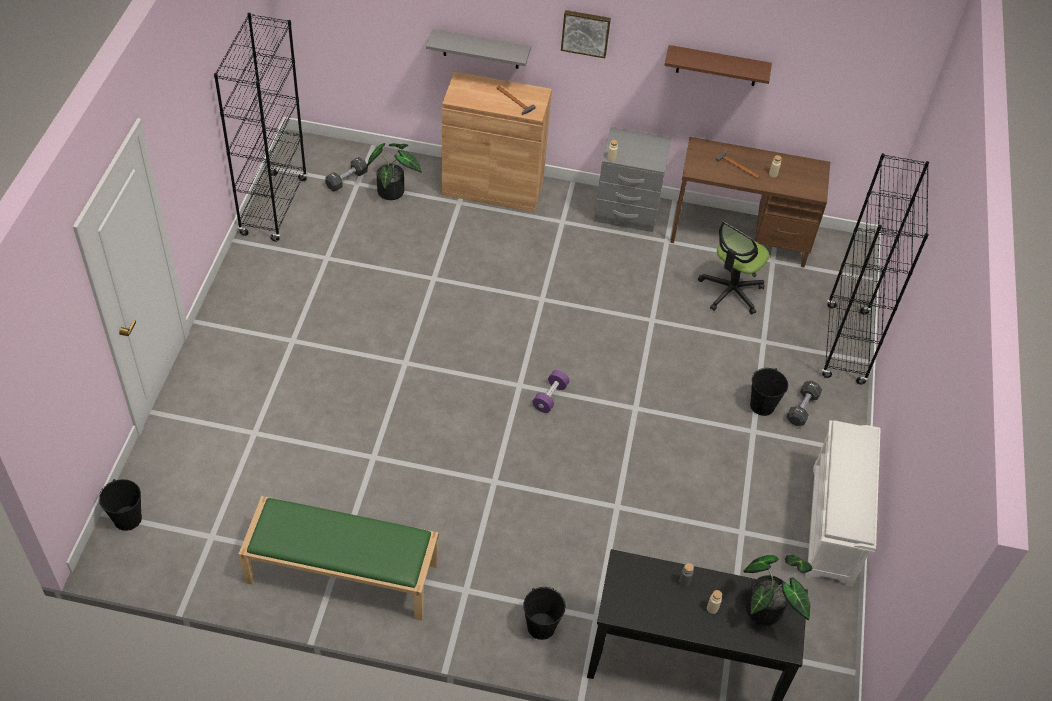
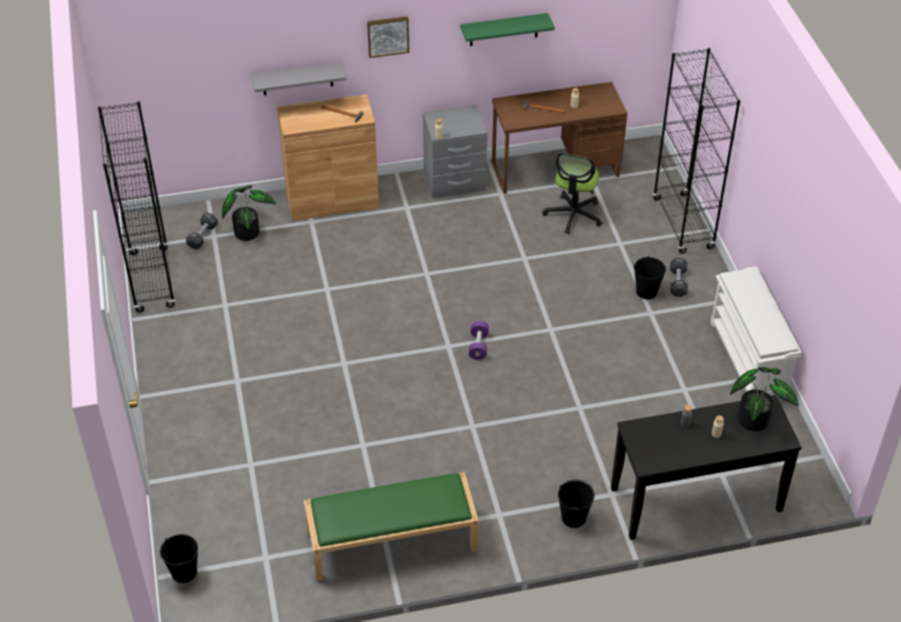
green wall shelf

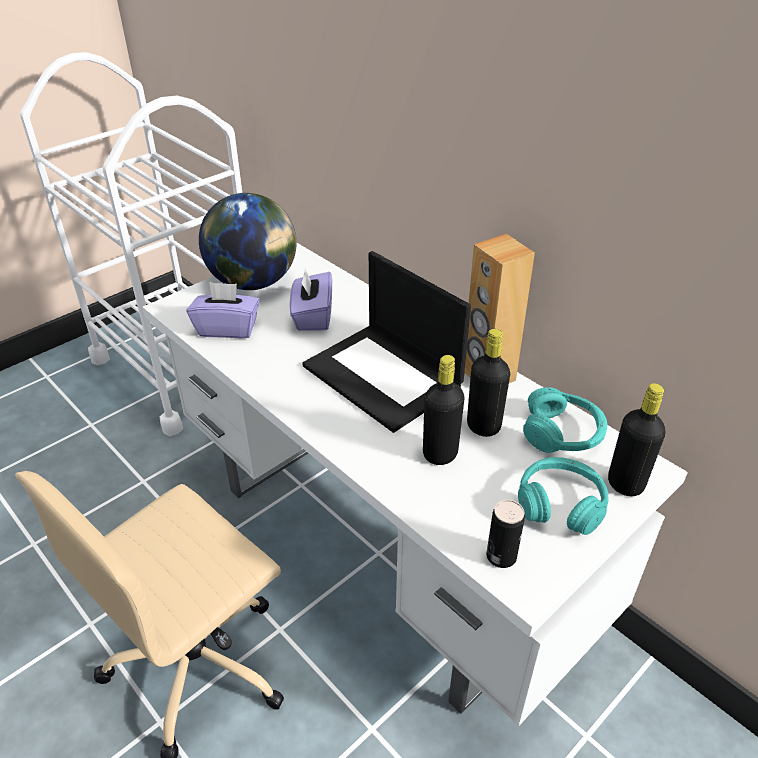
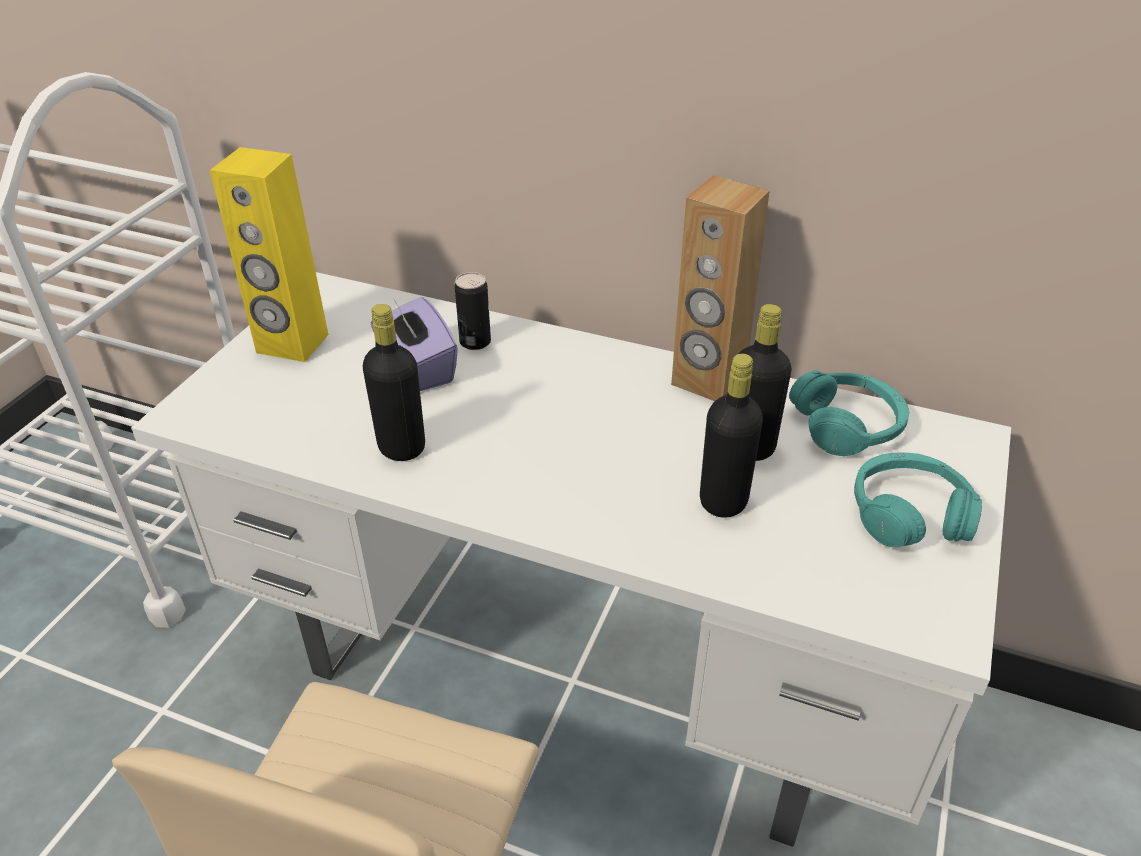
purplish tissue holder (1st from left in the first image)
yellow audio speaker
notebook computer
metal can
blackish bottle (1st from left)

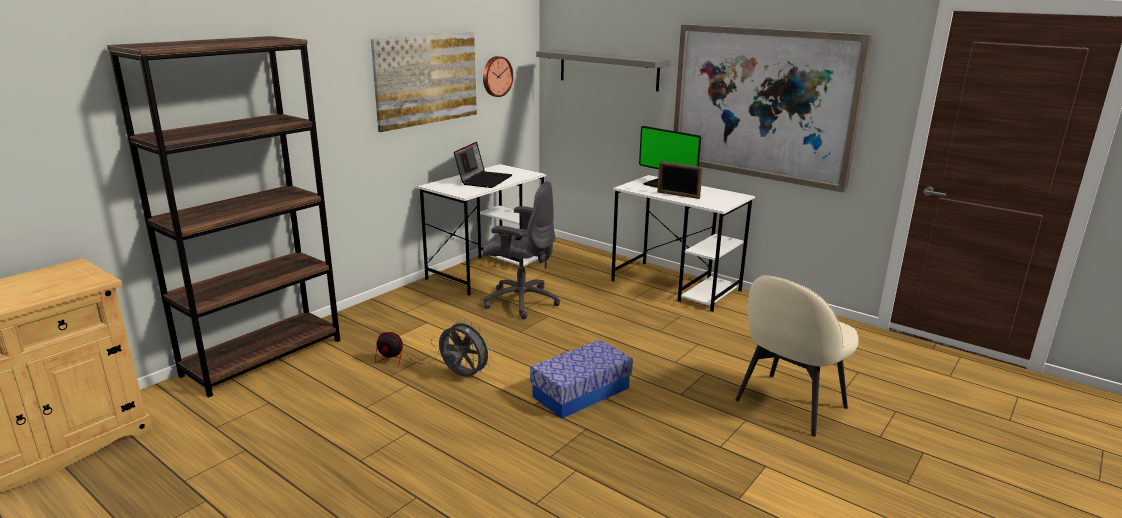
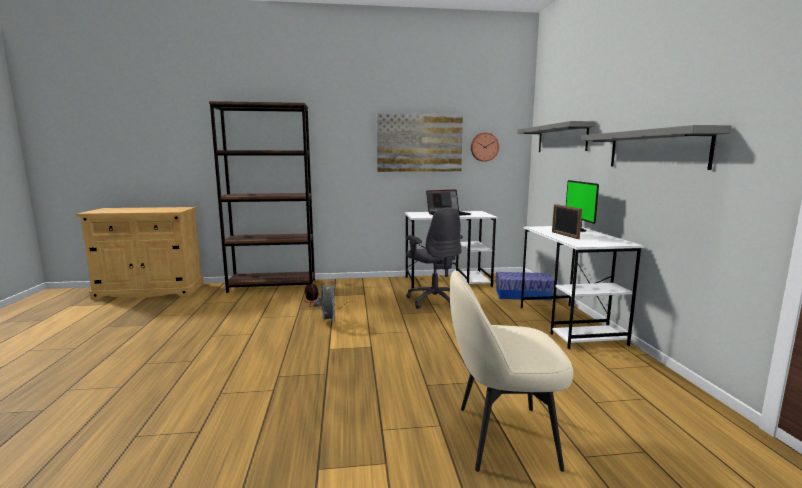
storage box
grey wall shelf (2nd from left)

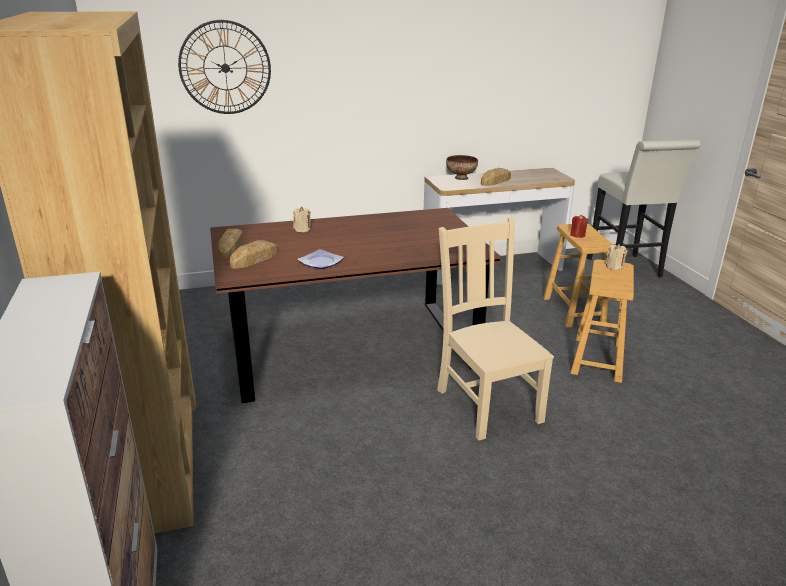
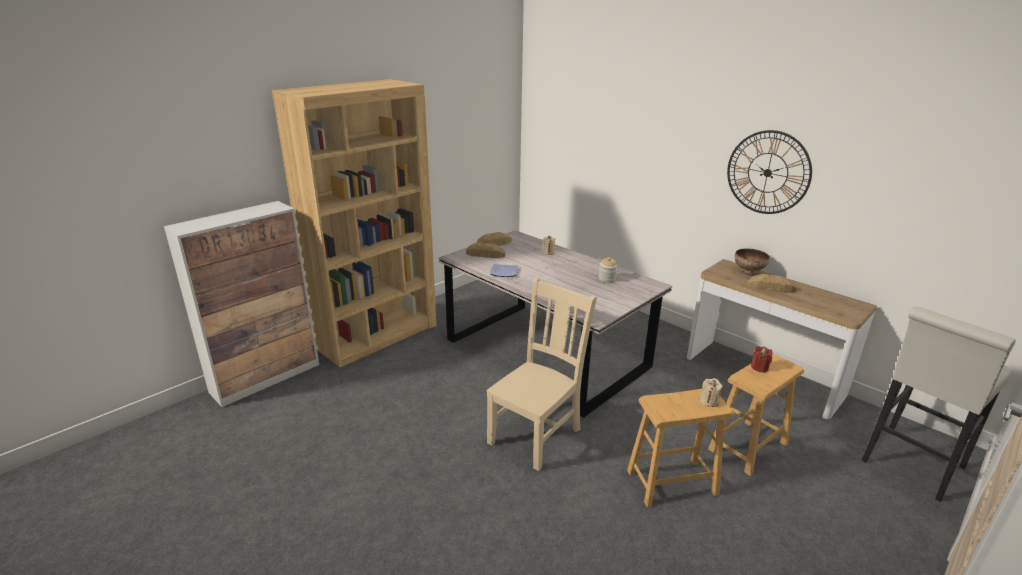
clock on the wall
grey kitchen table
preserve jar

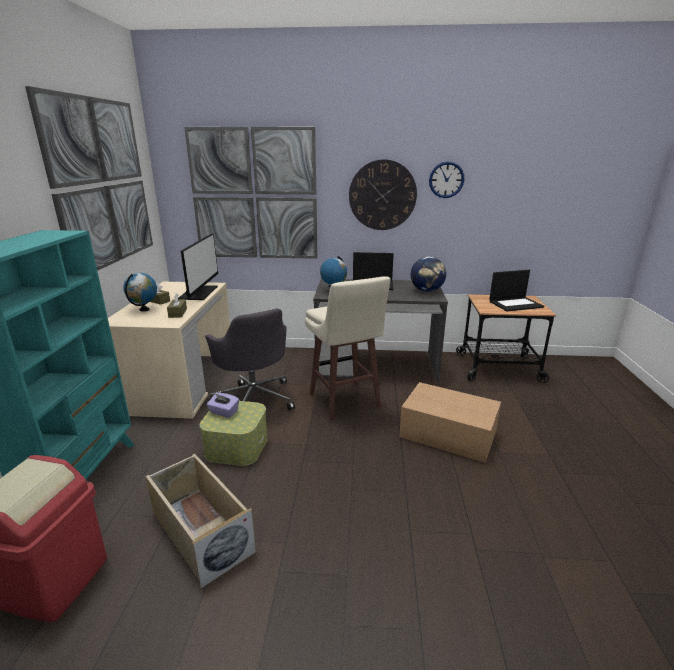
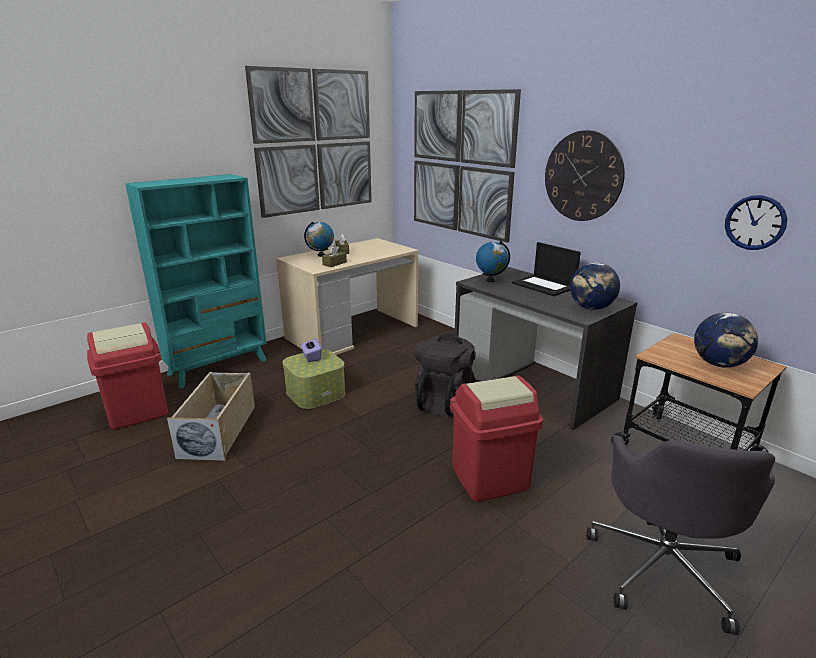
monitor
grey office chair
blackish backpack
red-coloured waste bin (2nd from left)
clock on the wall (2nd from left)
desk globe (4th from left)

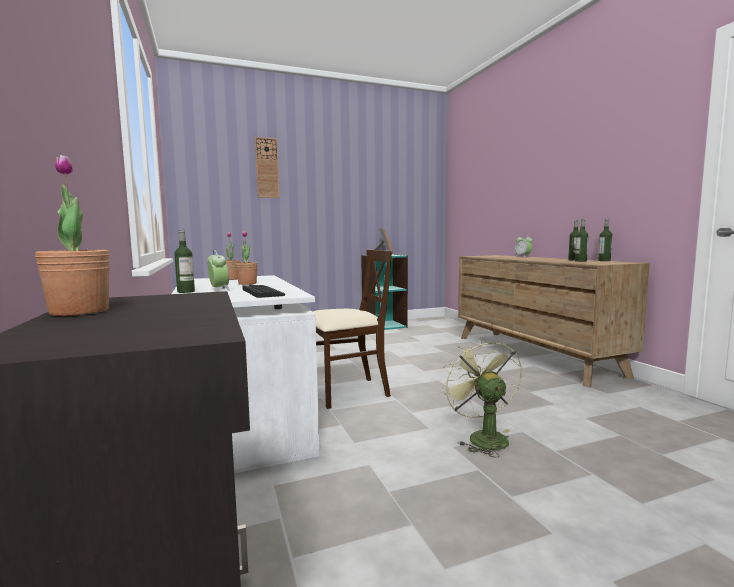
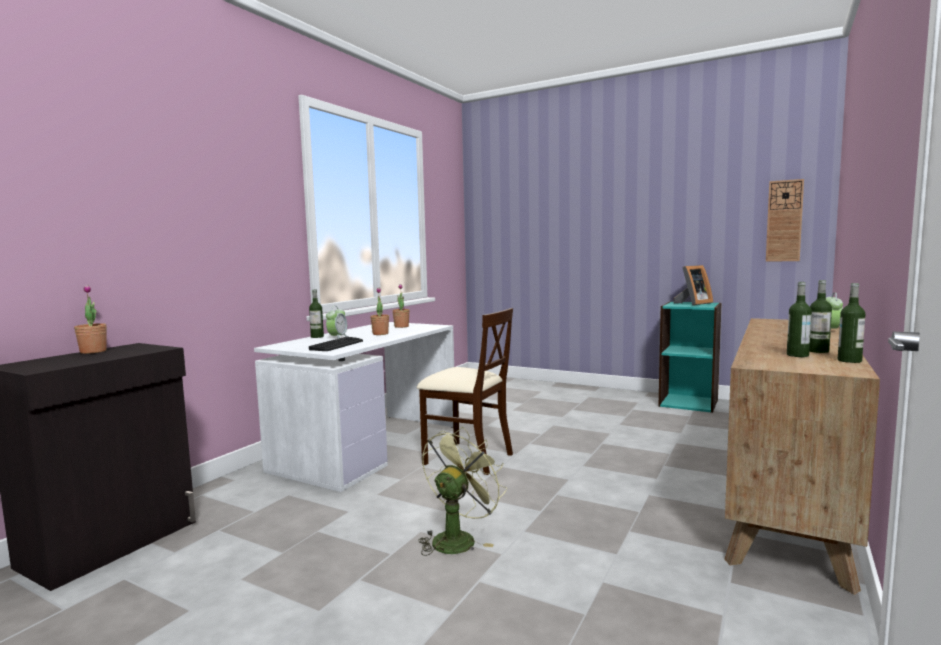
clock on the wall

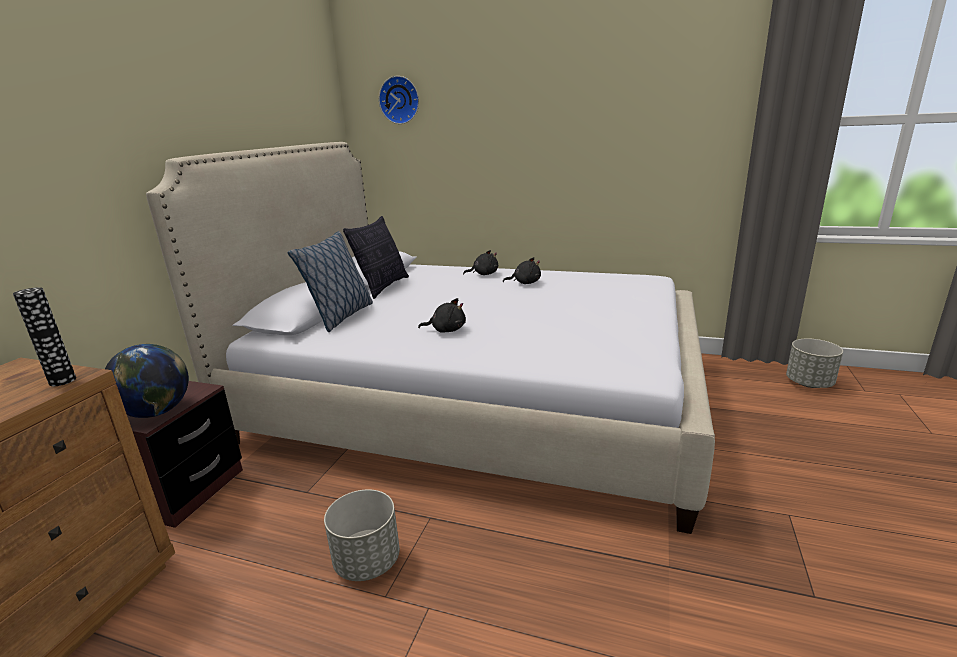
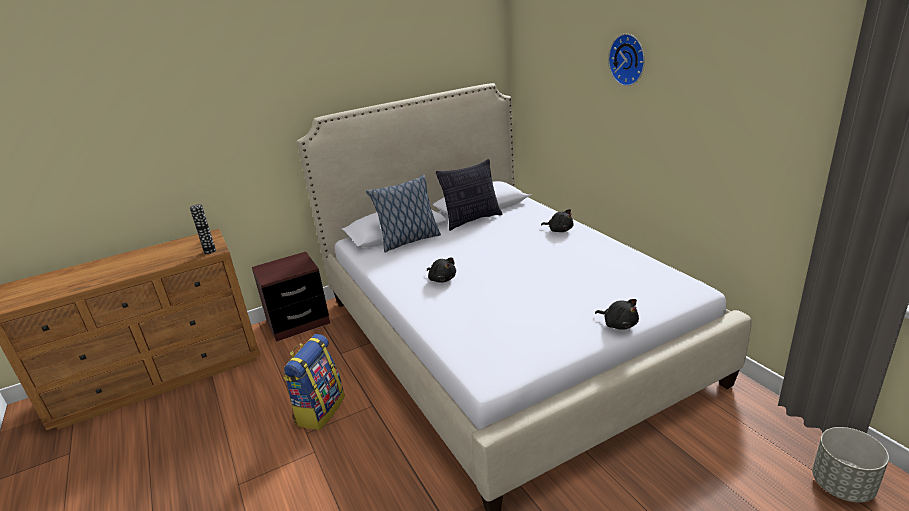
desk globe
backpack
clock on the wall
blackish cuddly toy (3rd from left)

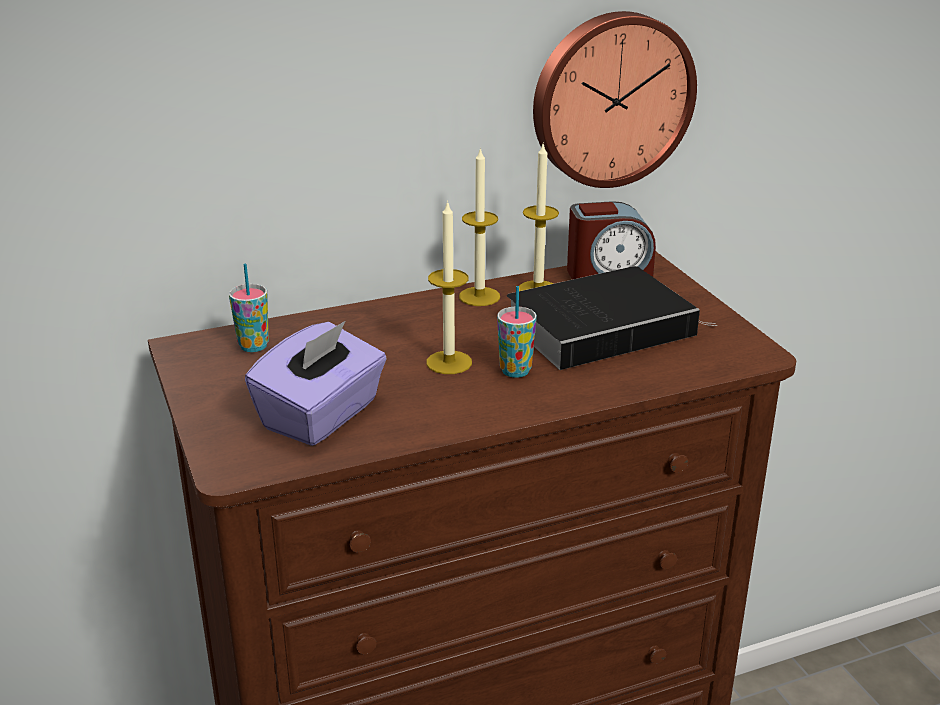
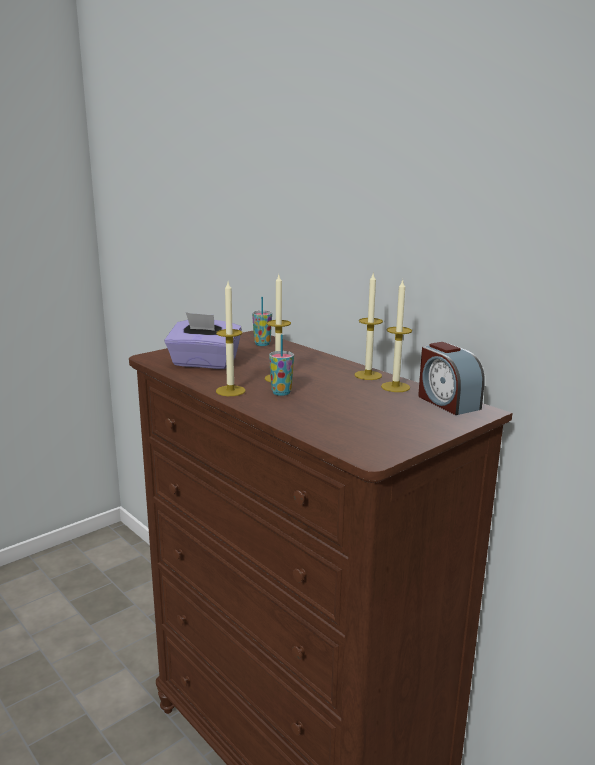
bound book
clock on the wall
wax light (1st from left)

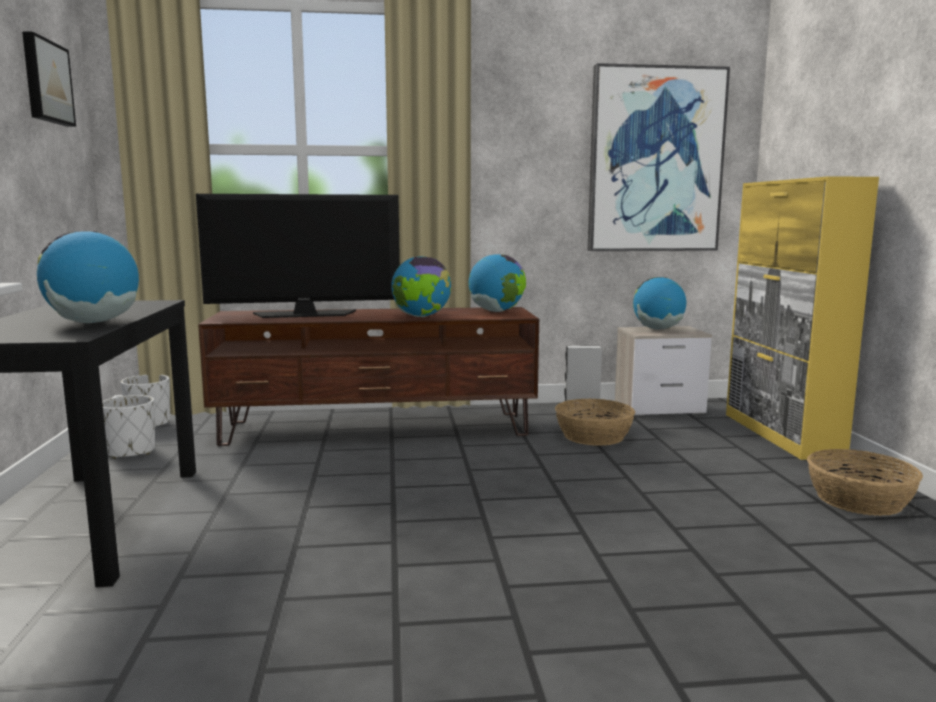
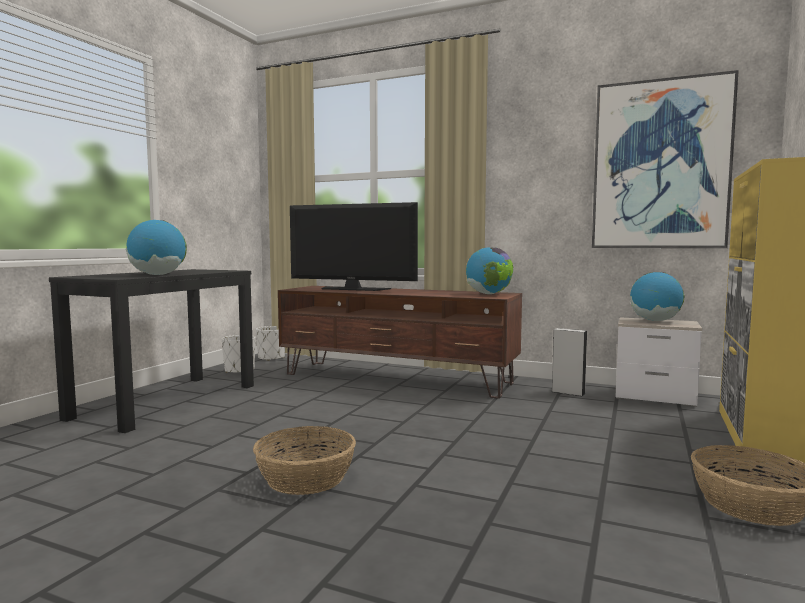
picture (1st from left in the first image)
desk globe (2nd from left in the first image)
household basket (1st from left)

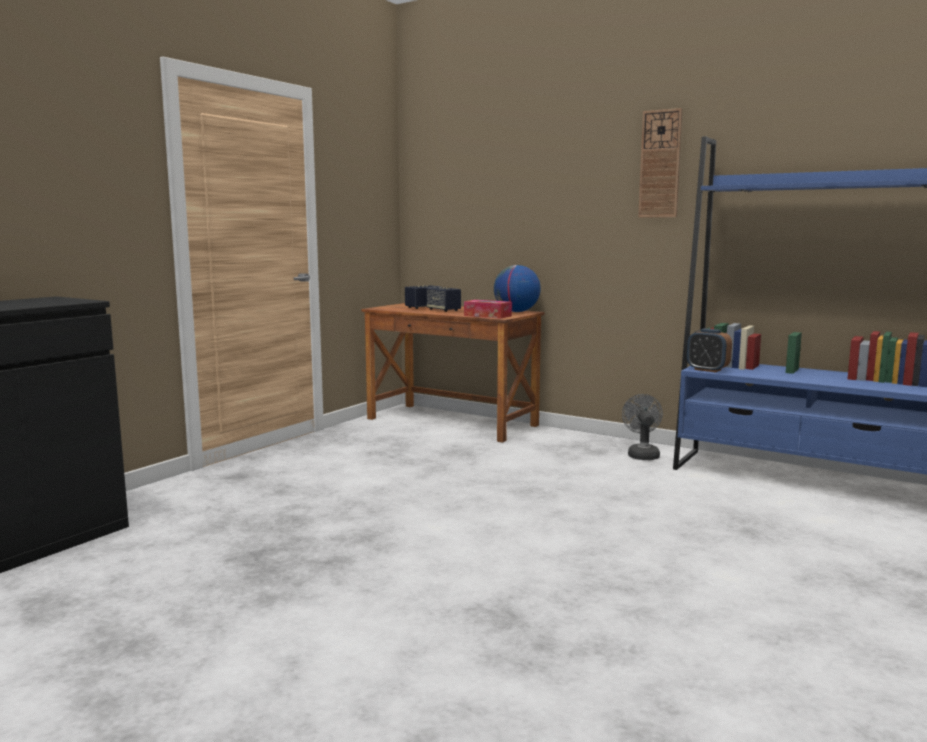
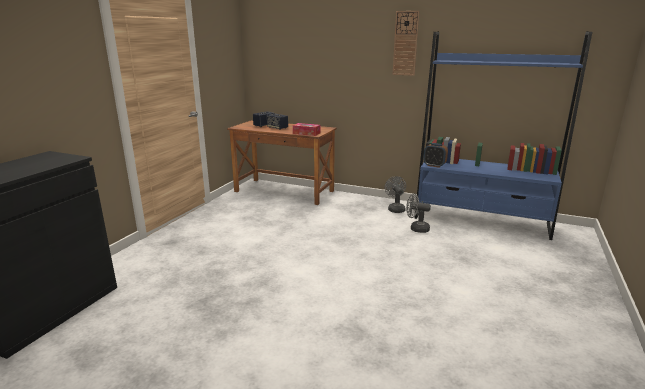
desk globe
grey fan (2nd from left)

